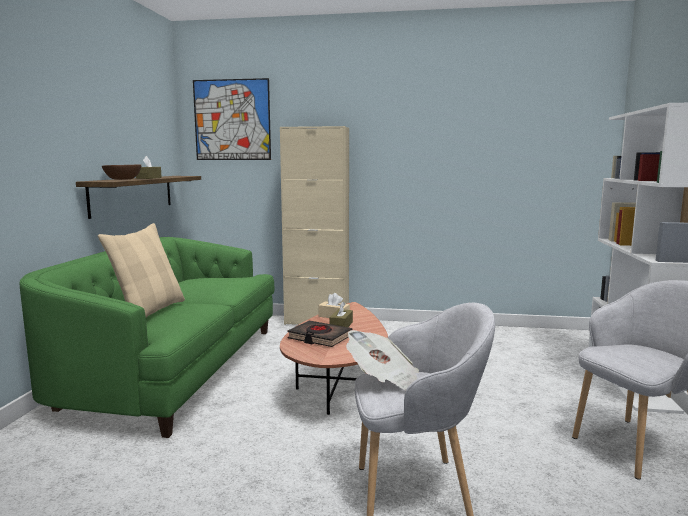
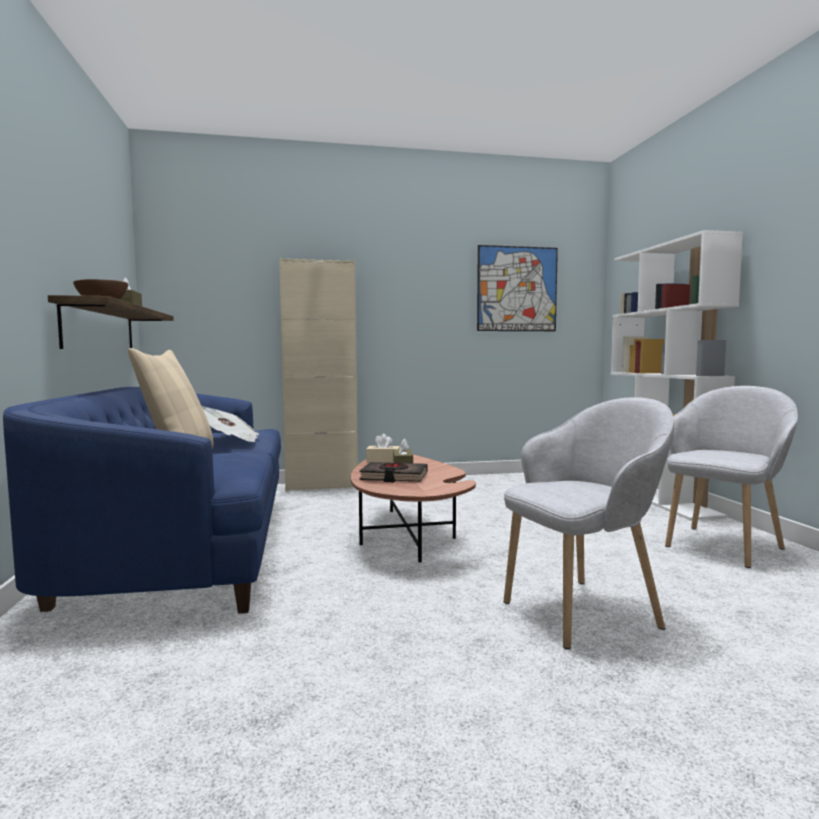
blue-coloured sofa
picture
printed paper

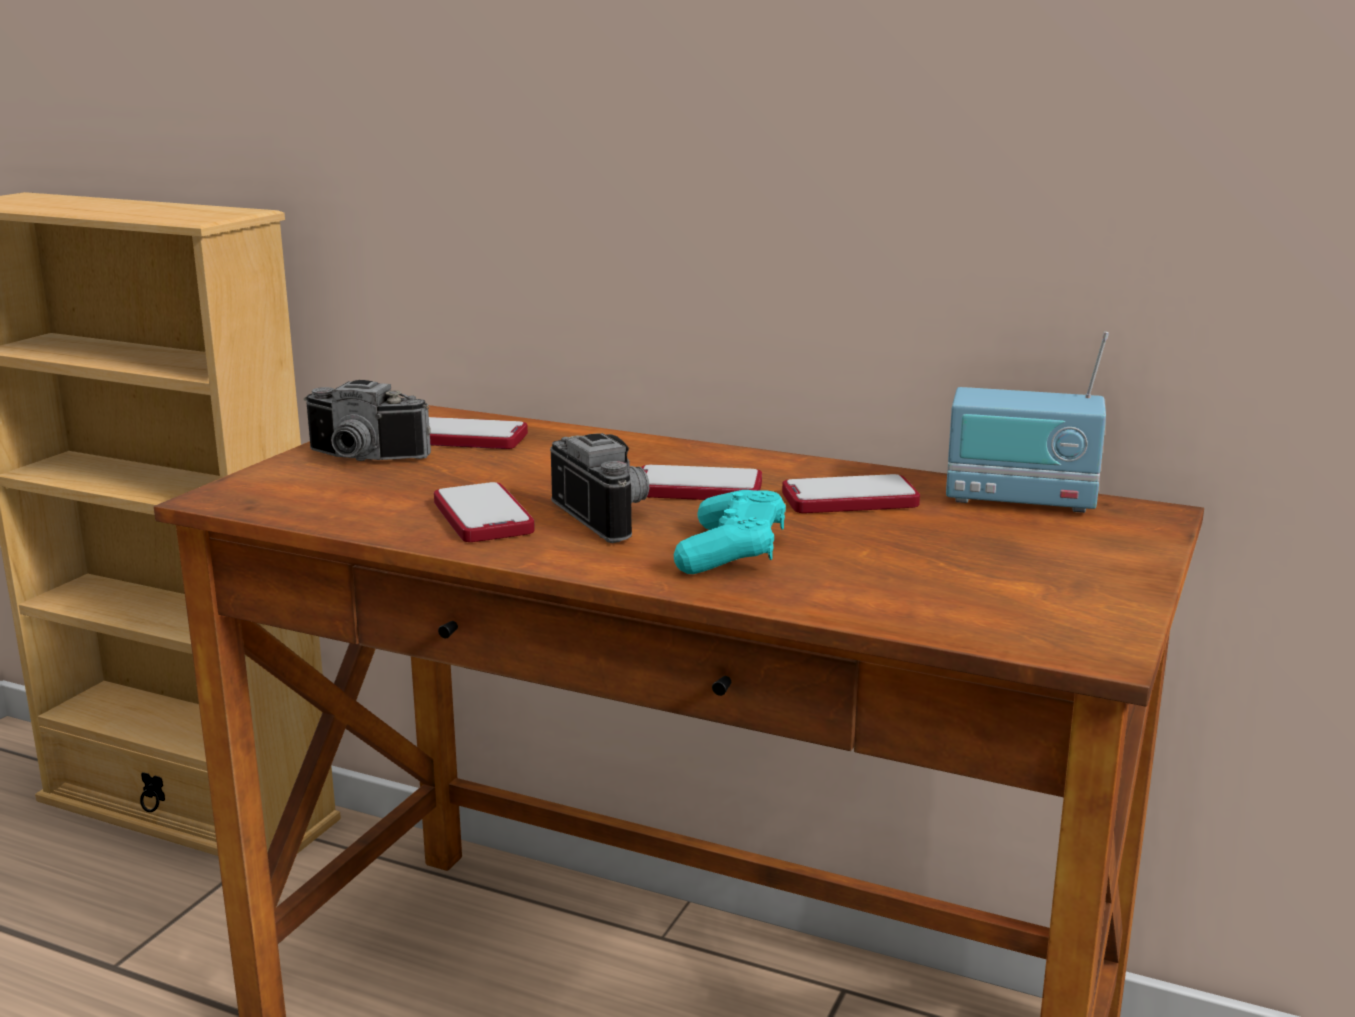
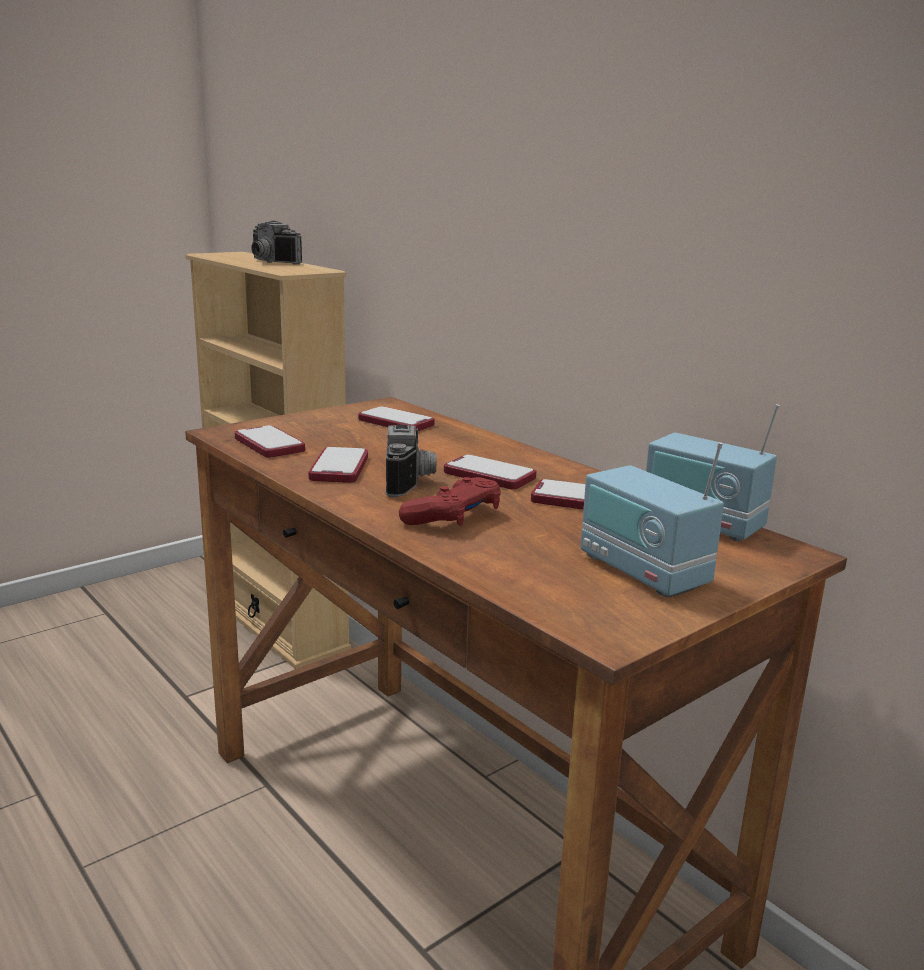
photo camera (1st from left)
red-coloured game controller
telephone (1st from left)
radio receiver (1st from left)

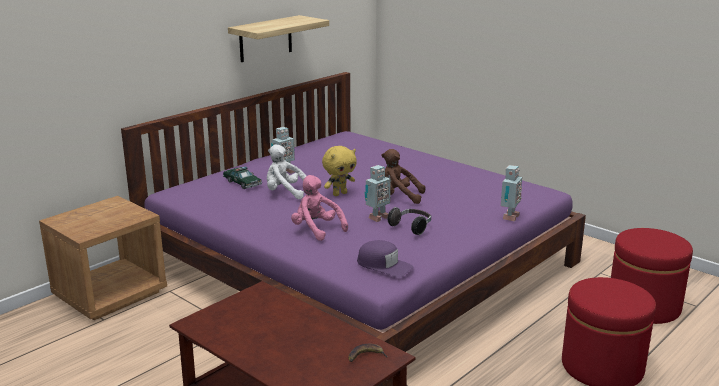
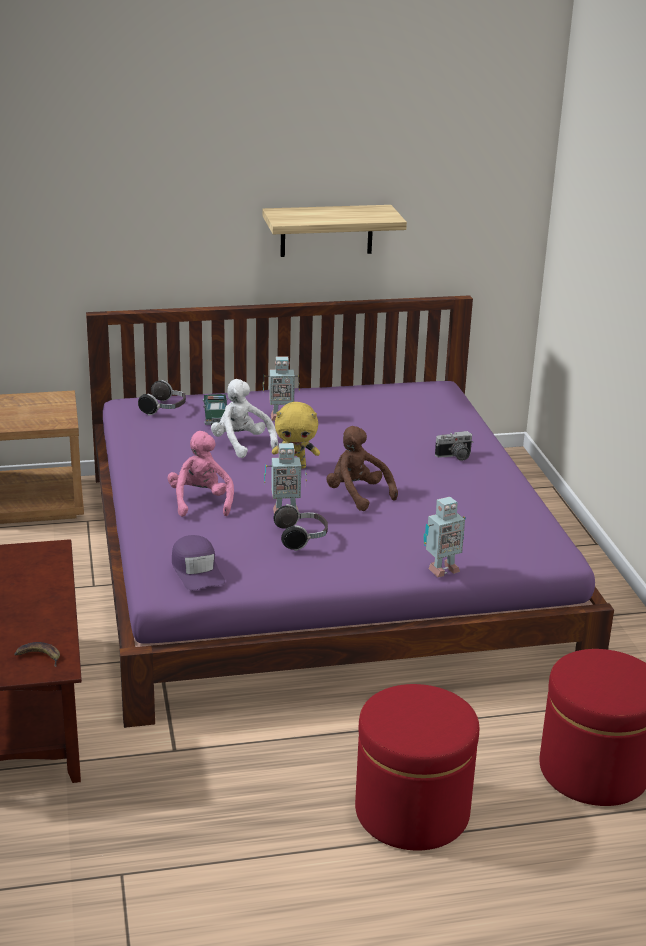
headphones (1st from left)
photo camera

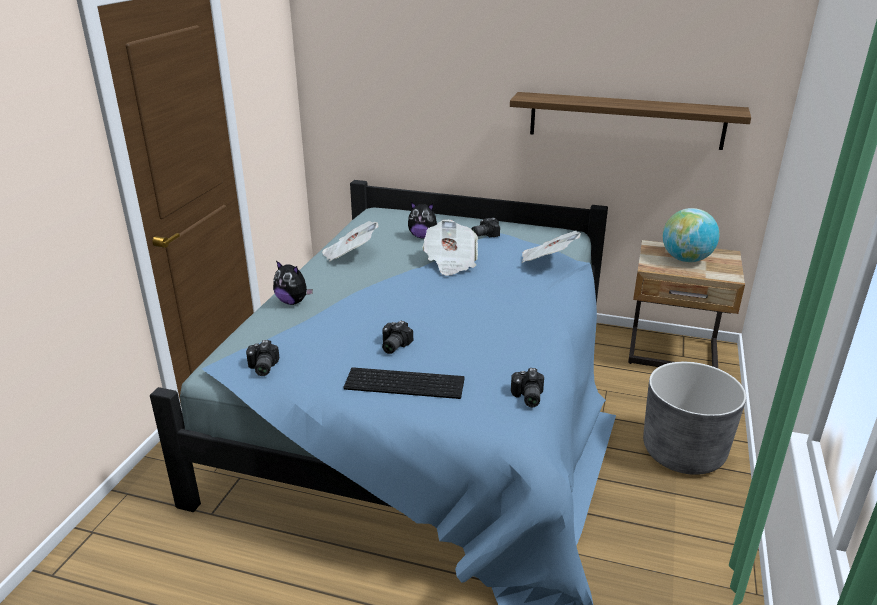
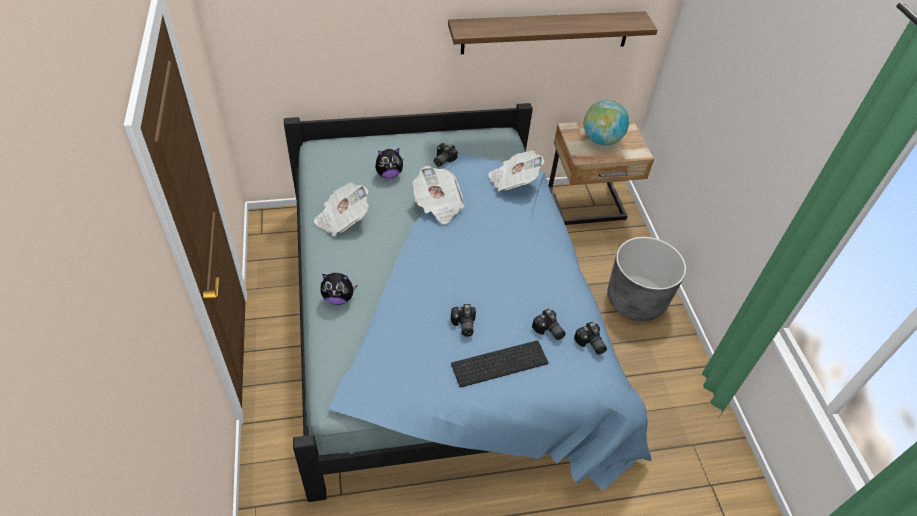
photo camera (3rd from left)

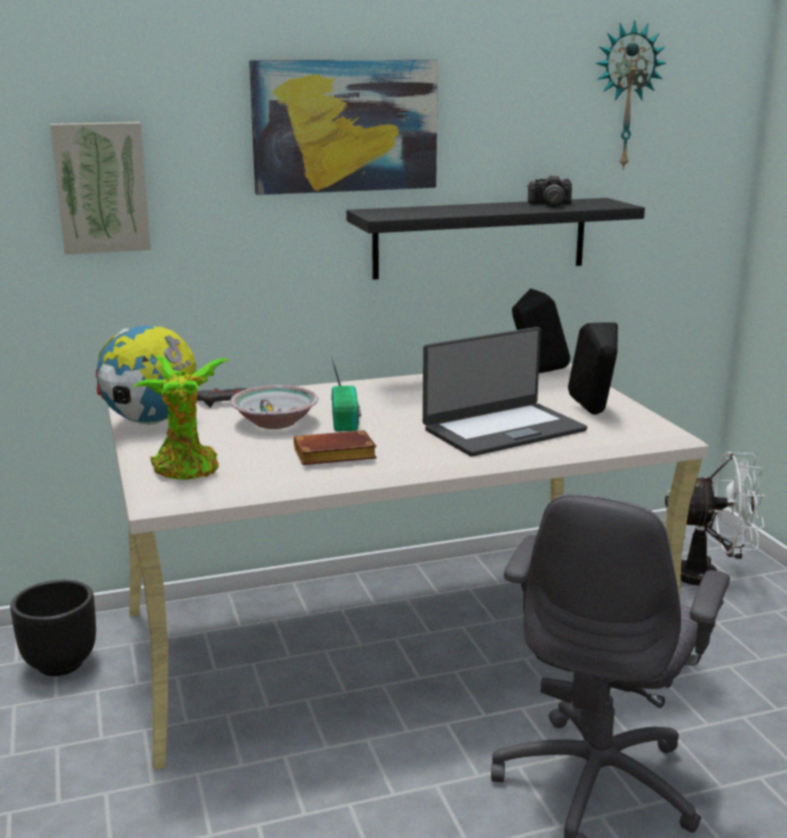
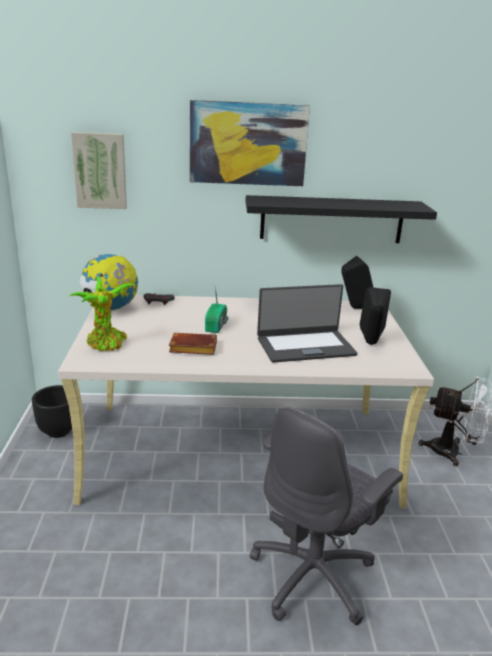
serving bowl
photo camera
clock on the wall

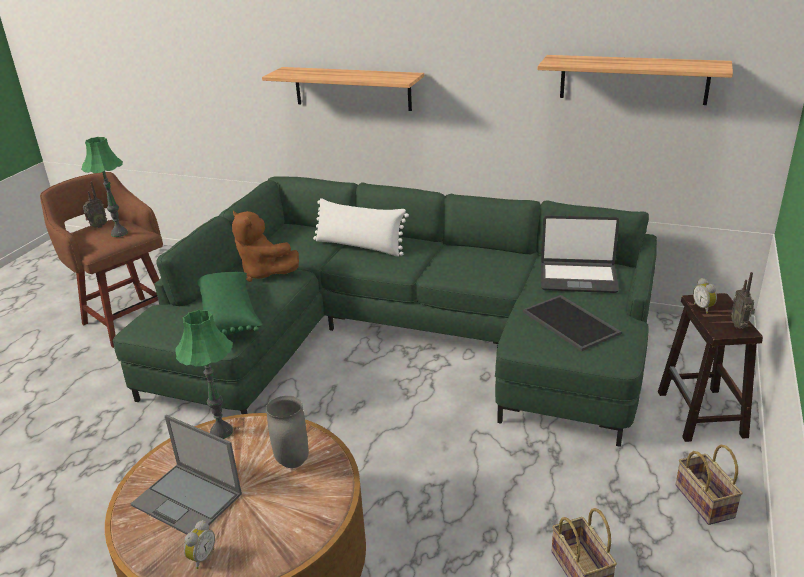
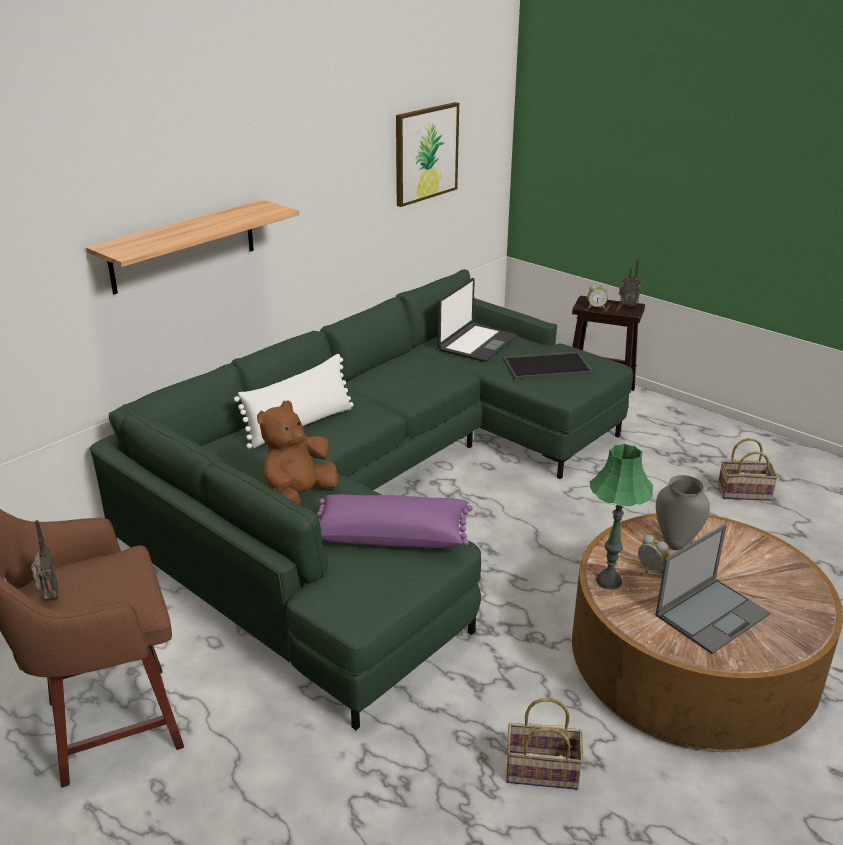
green table lamp (1st from left in the first image)
bedside clock (2nd from left)
purplish cushion
brown-coloured cuddly toy
picture
household basket (1st from left)

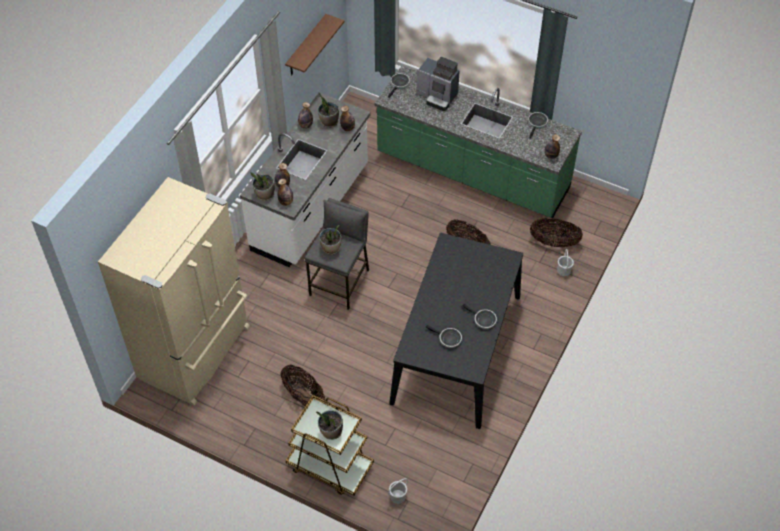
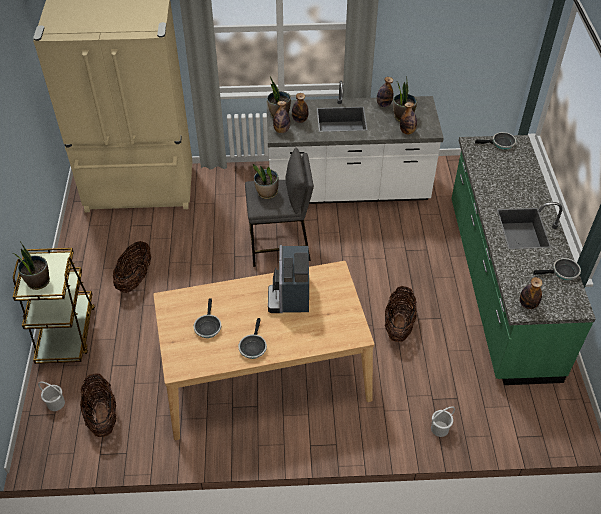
brown-coloured wall shelf
sand-coloured kitchen table
coffee brewer
household basket (1st from left)

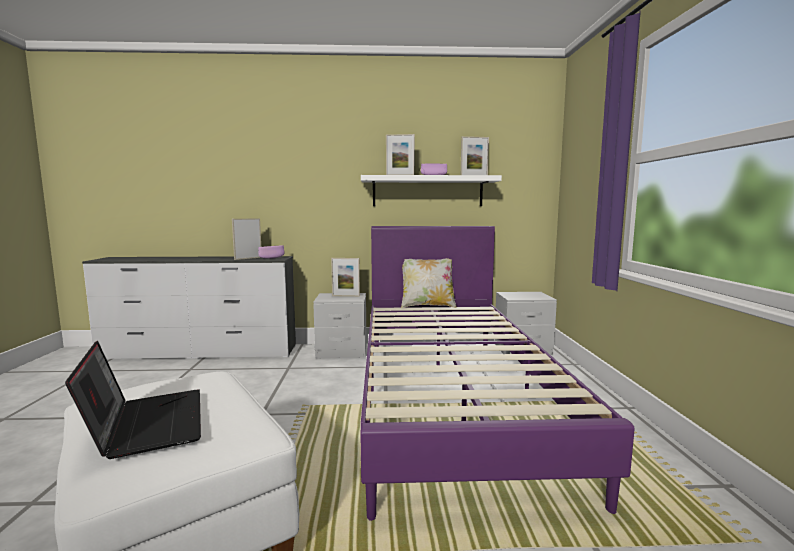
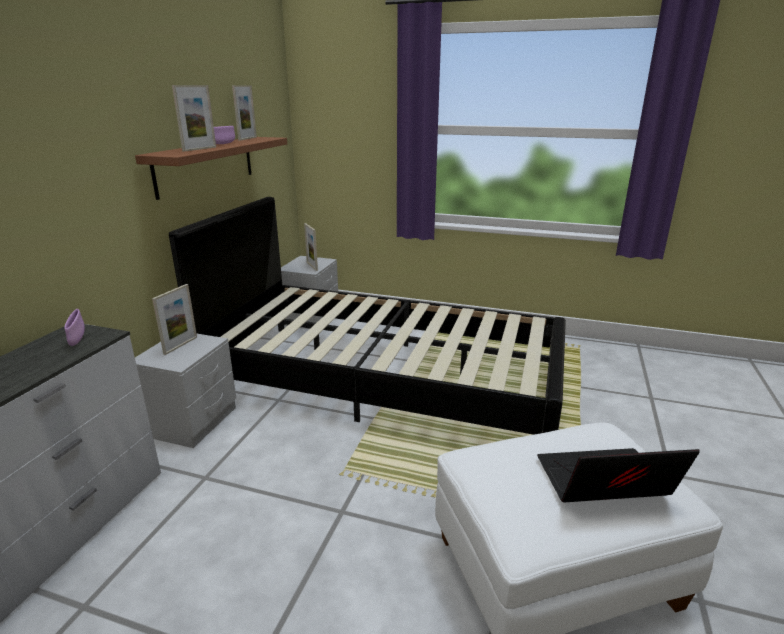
picture frame (4th from left)
blackish sleeping bed
brown-coloured wall shelf
cushion

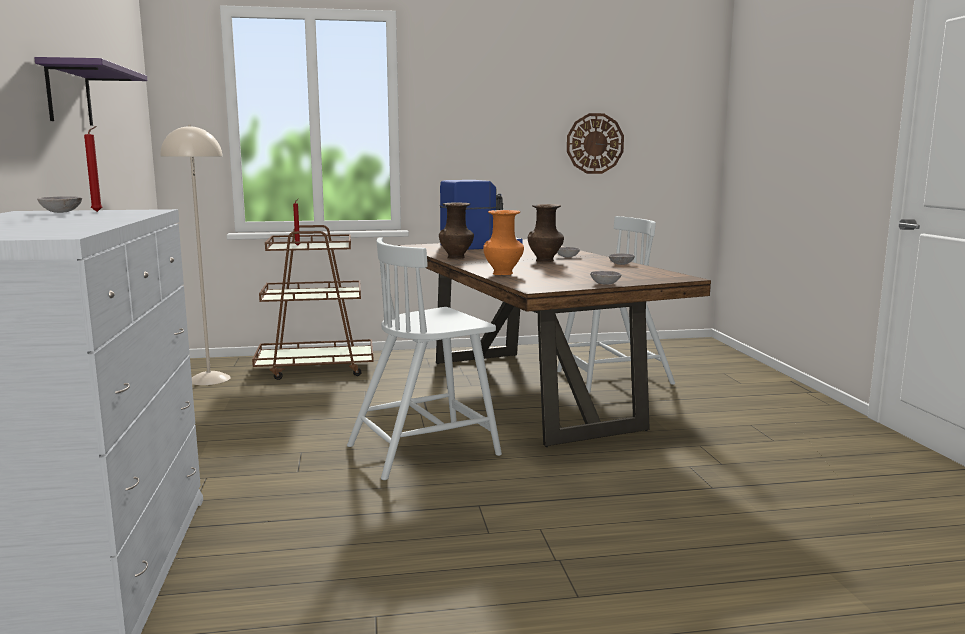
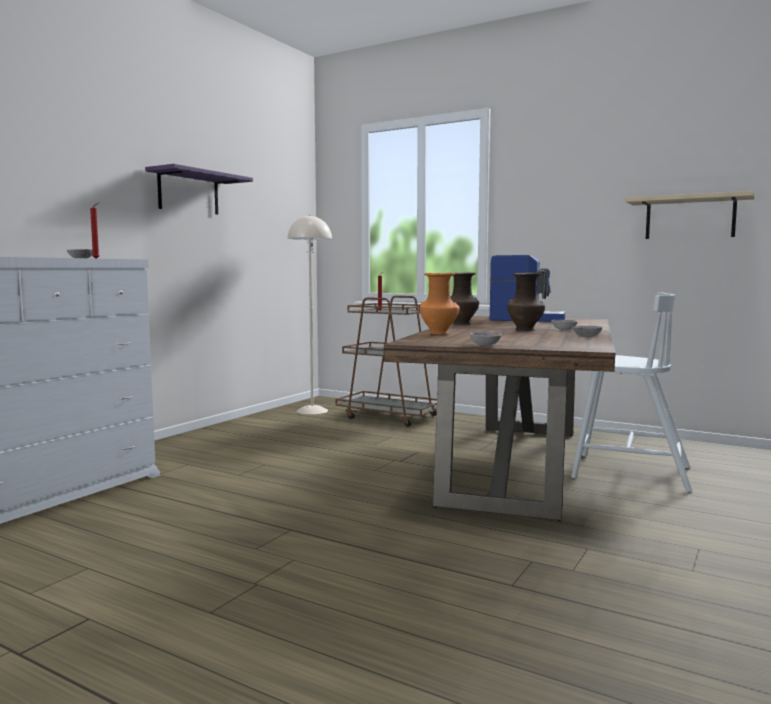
white upright chair (1st from left in the first image)
sand-coloured wall shelf

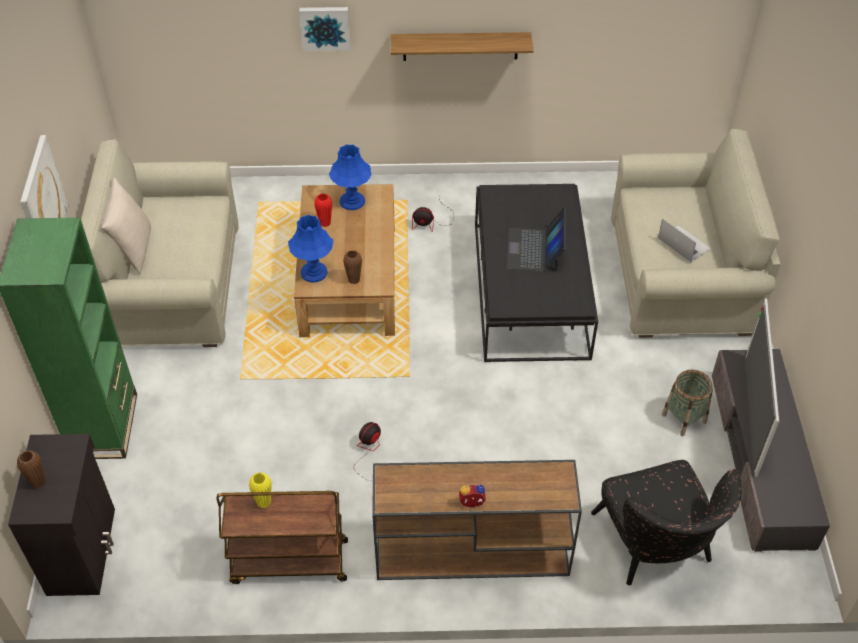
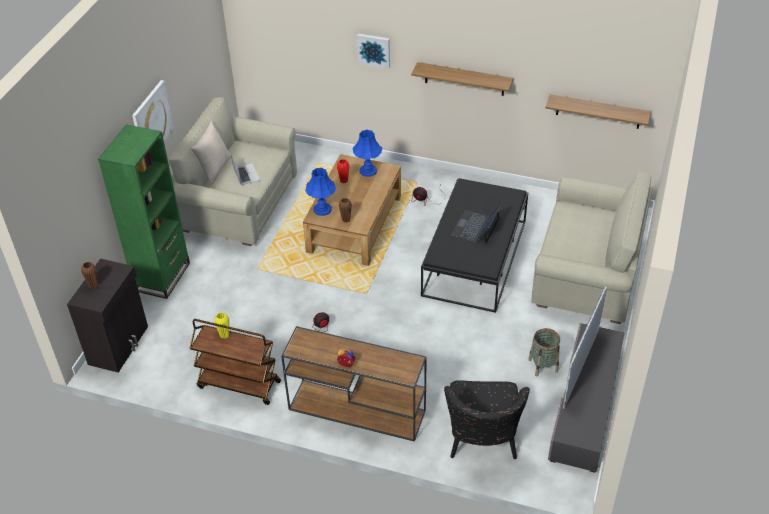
notebook computer (1st from left)
wall shelf (2nd from left)

